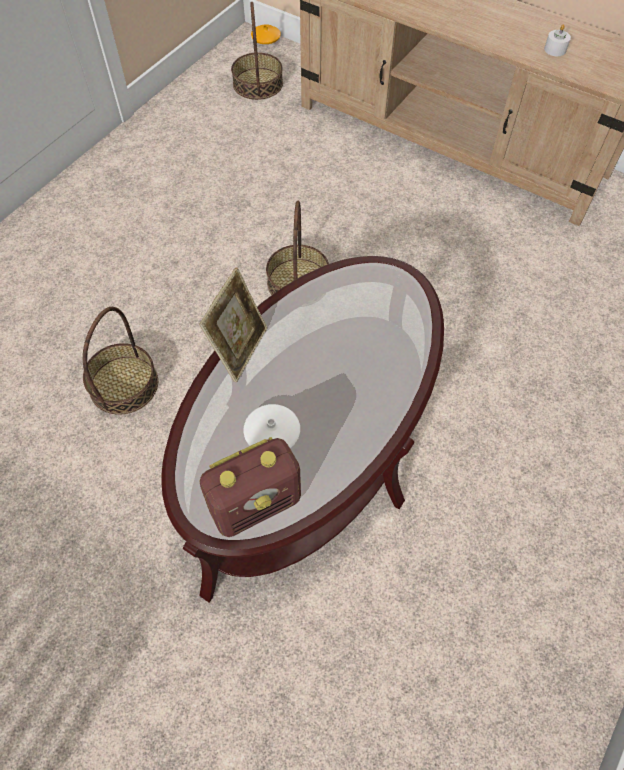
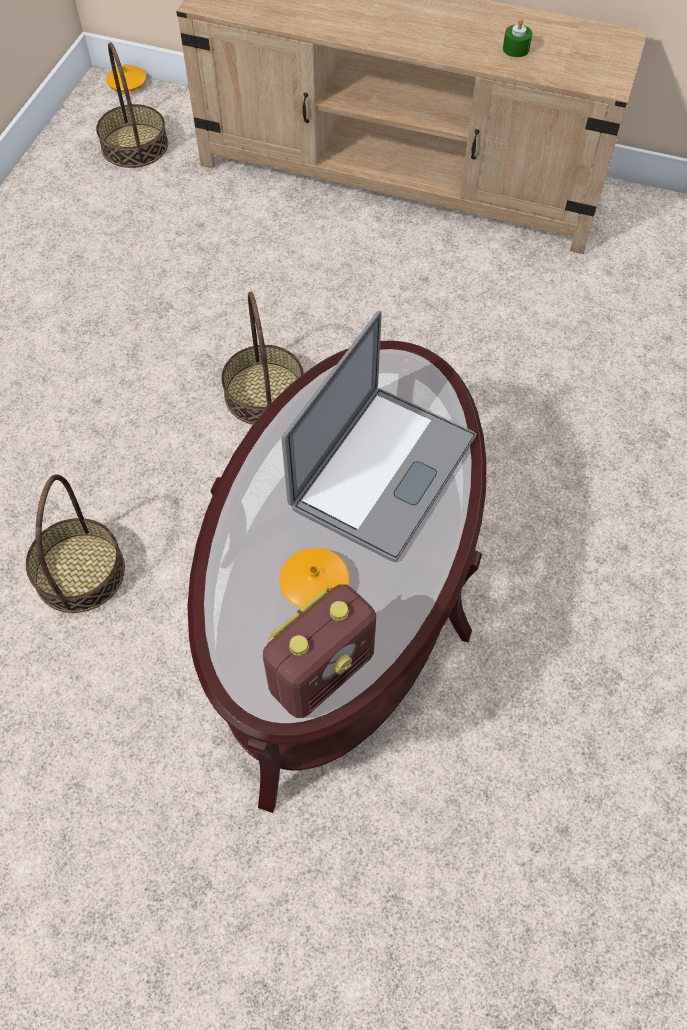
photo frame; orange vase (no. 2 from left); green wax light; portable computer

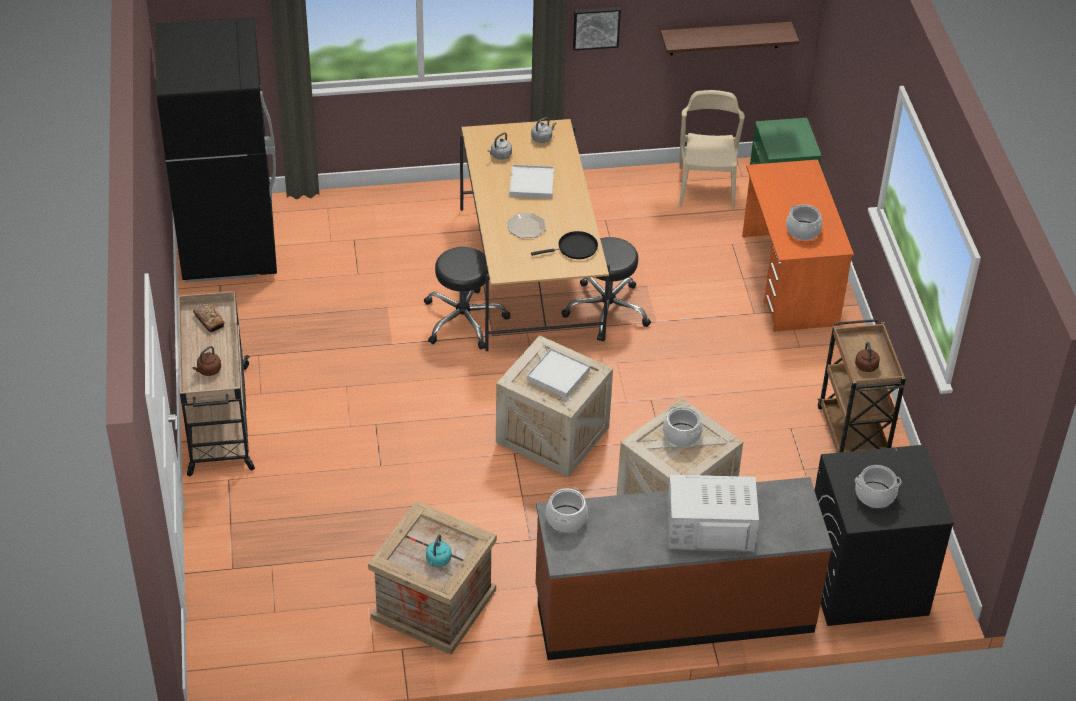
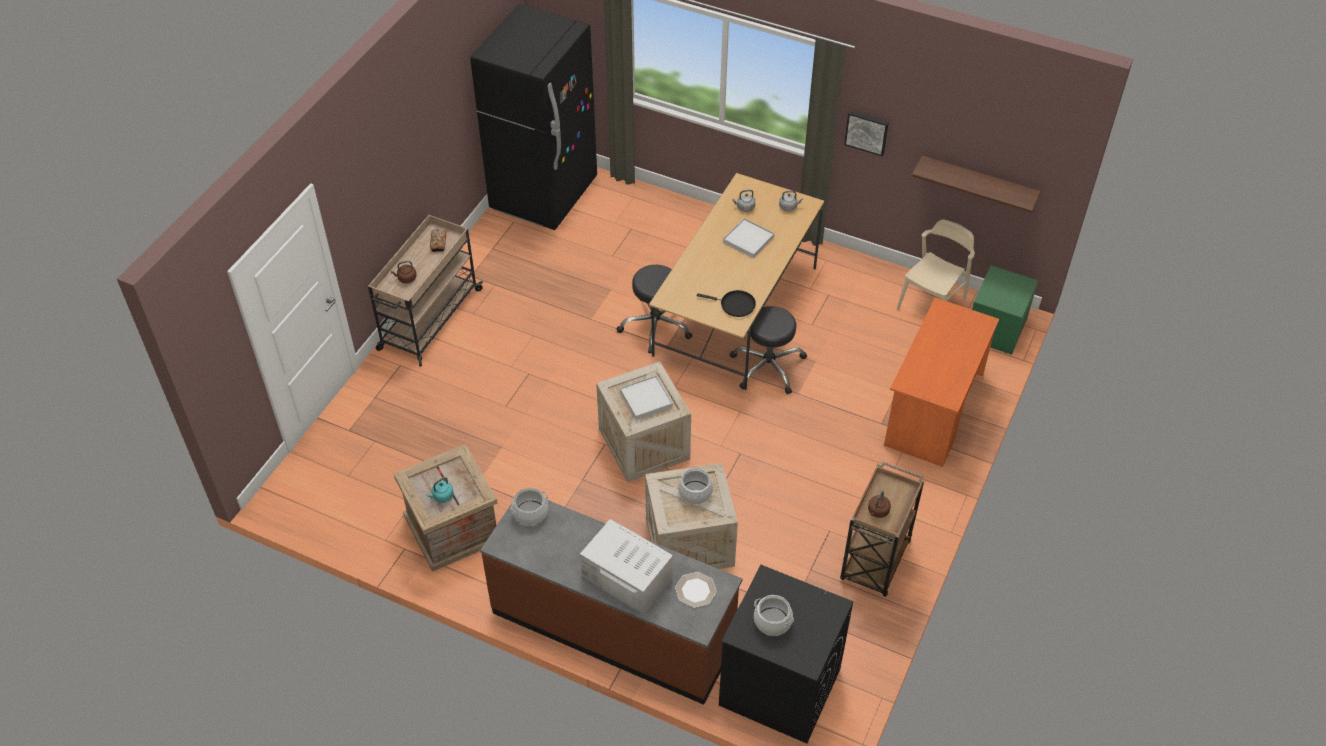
dinner plate; cooking pot (no. 3 from left in the first image)

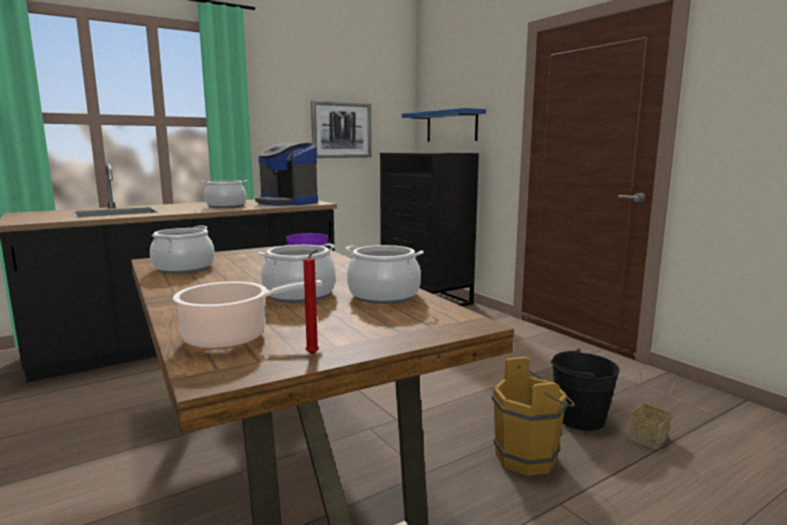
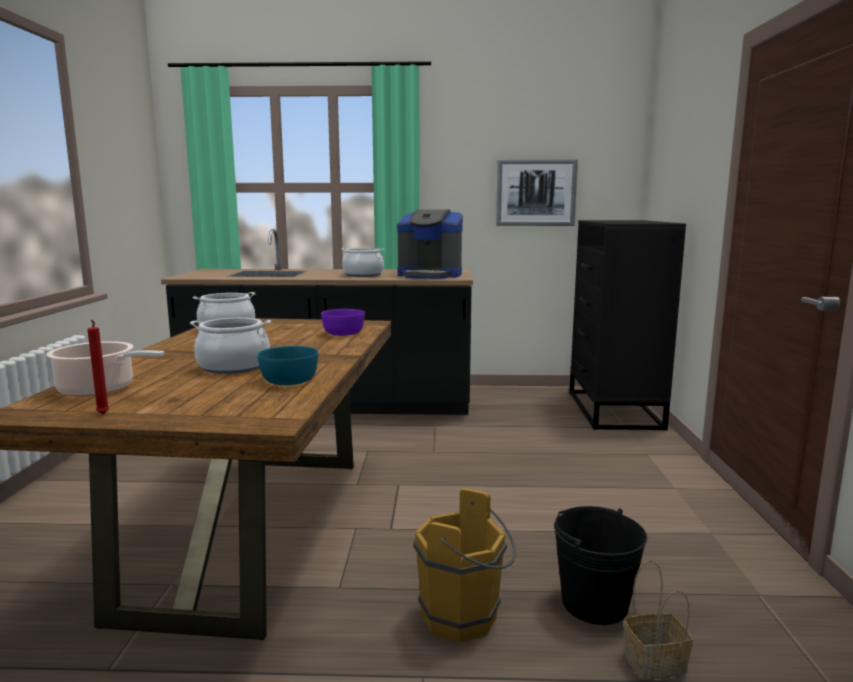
coffee maker; turquoise-coloured serving bowl; blue bracket shelf

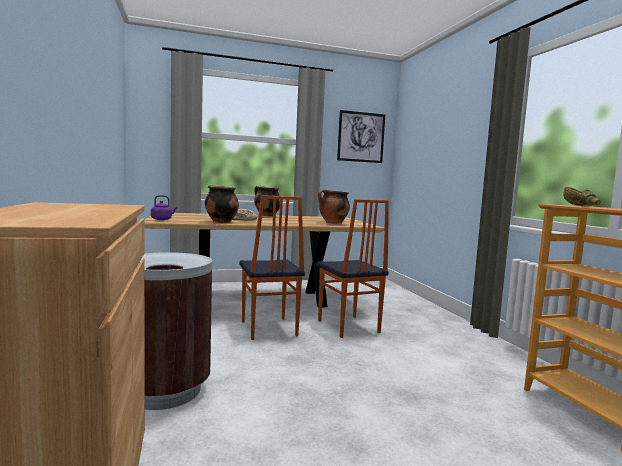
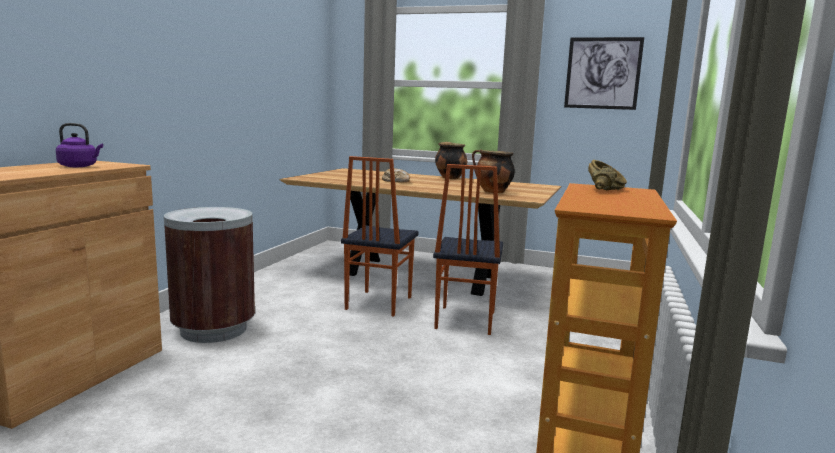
purple water kettle; cooking pot (no. 1 from left in the first image)

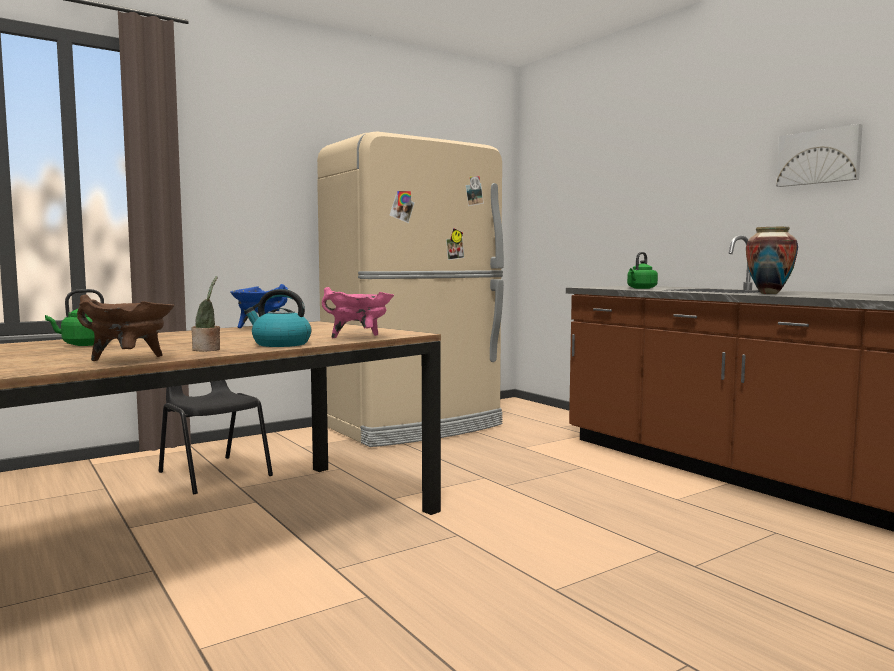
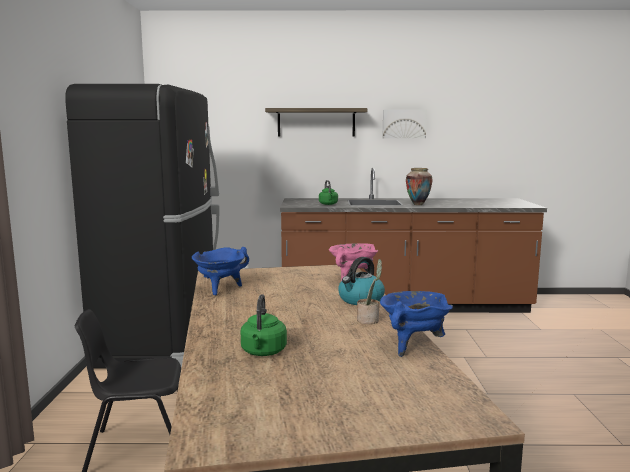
blue cooking pot (no. 2 from left); black kitchen fridge; bracket shelf

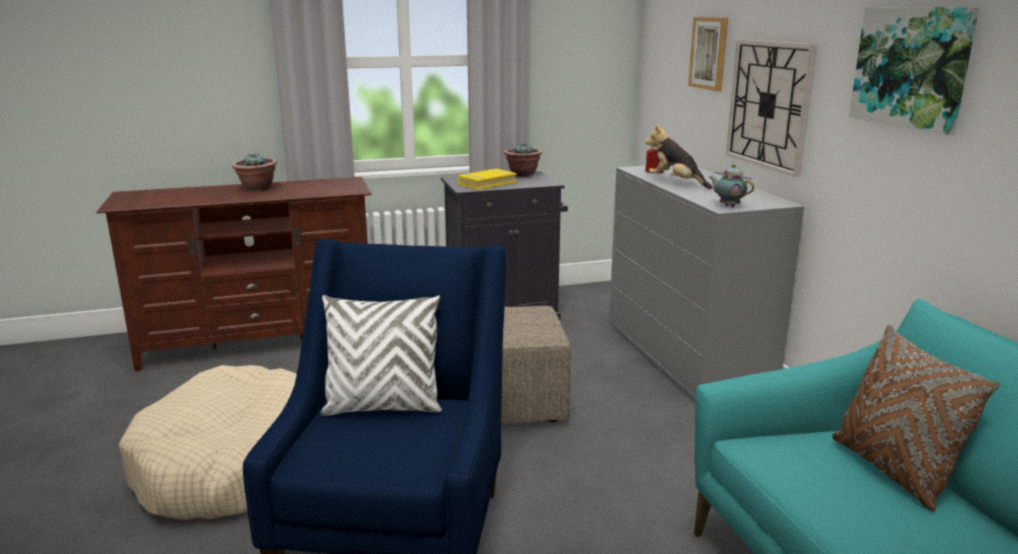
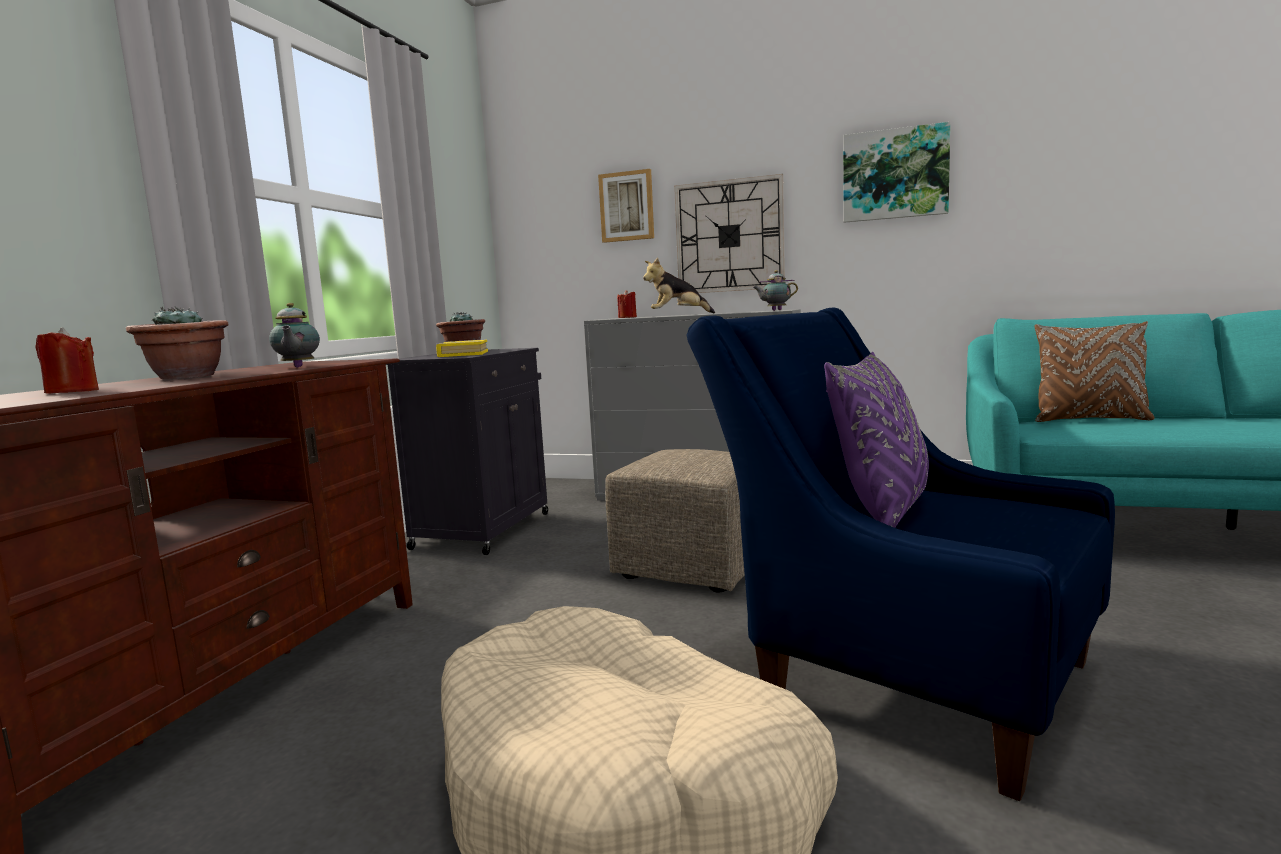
purple cushion; red wax light (no. 1 from left); teapot (no. 1 from left)

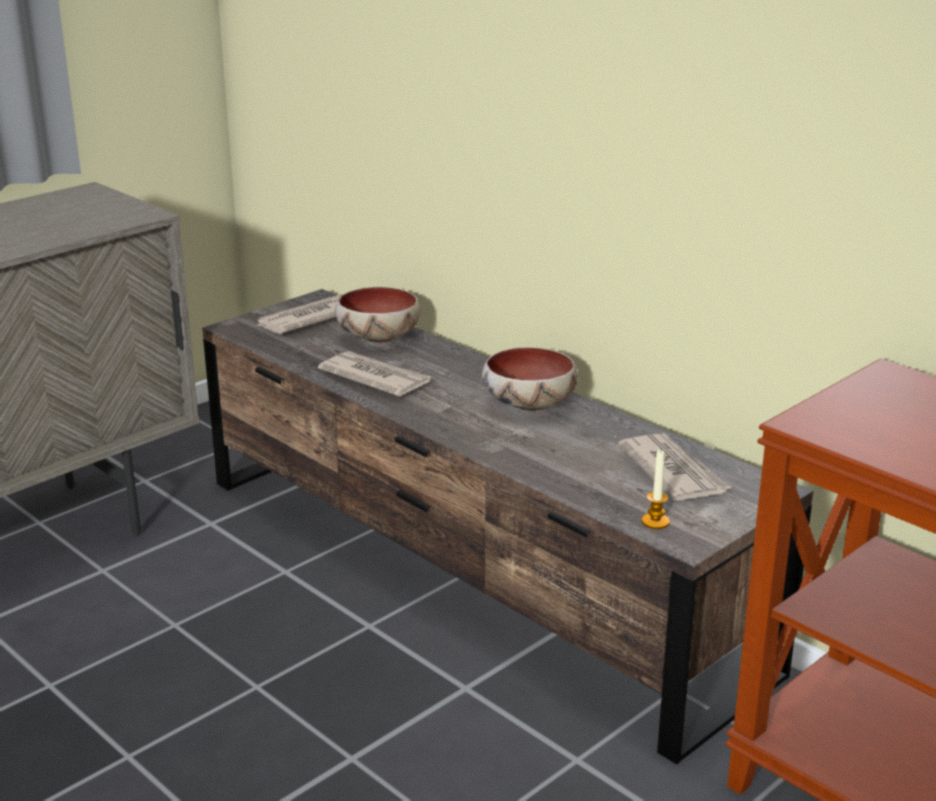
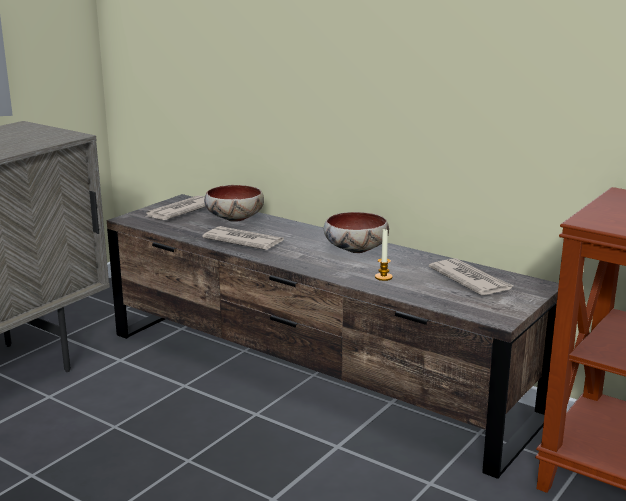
wax light

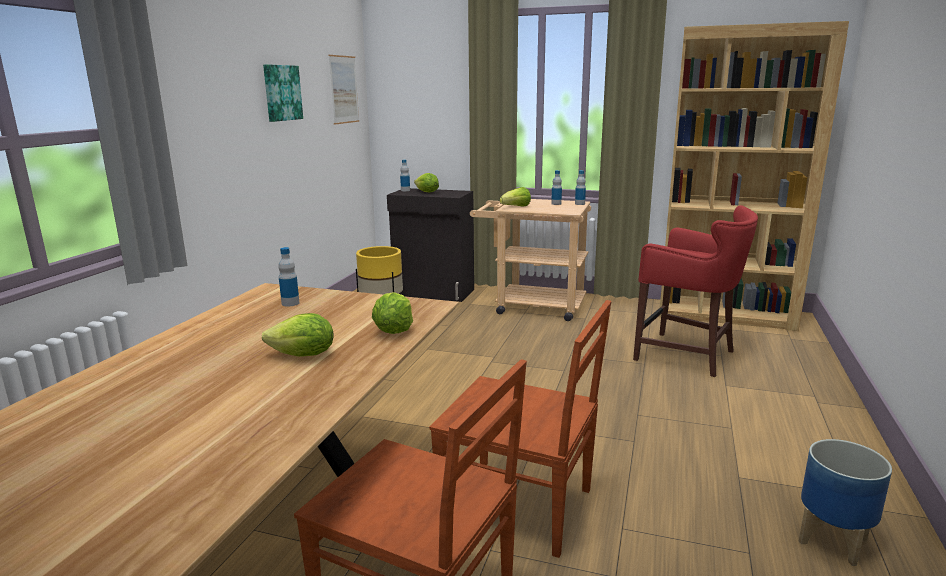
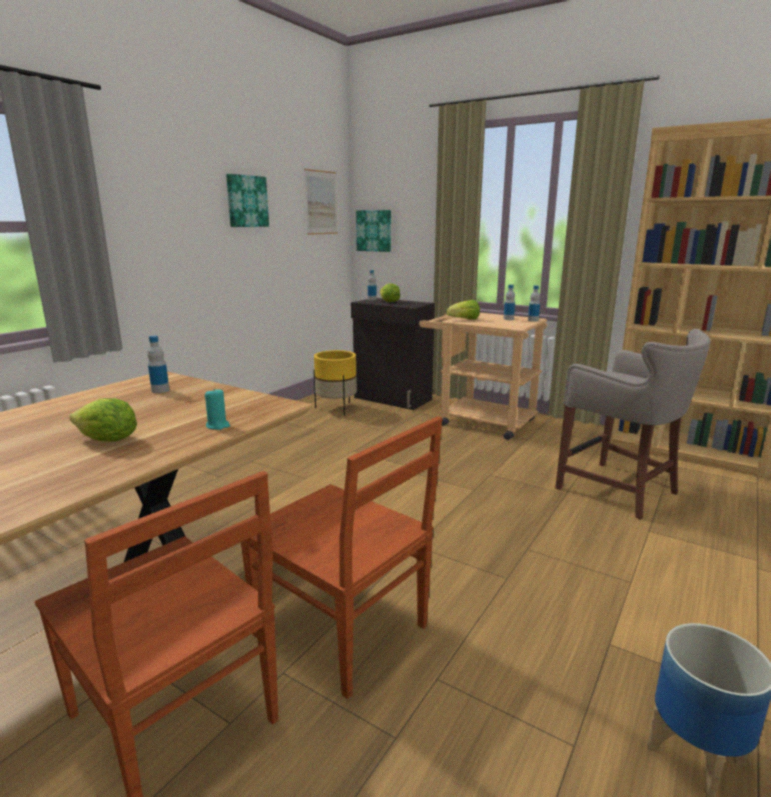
turquoise-coloured wax light; greyish stool; wall art (no. 3 from left)

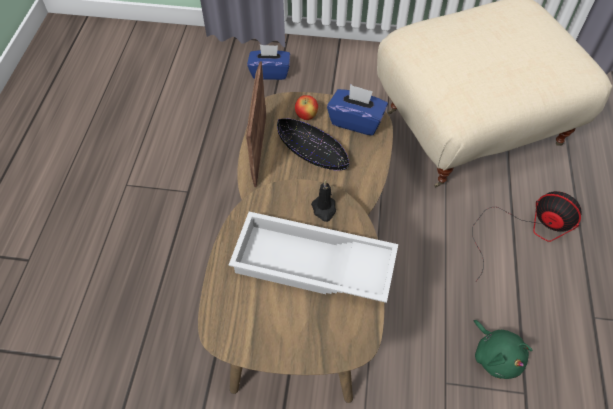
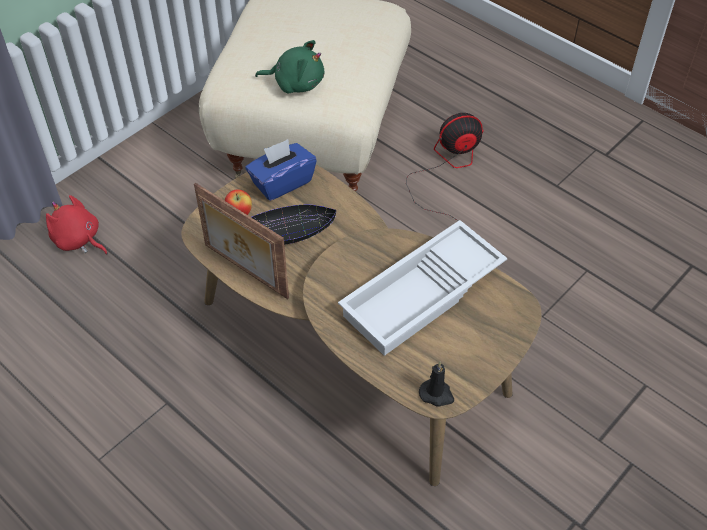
red cuddly toy; black wax light; green cuddly toy

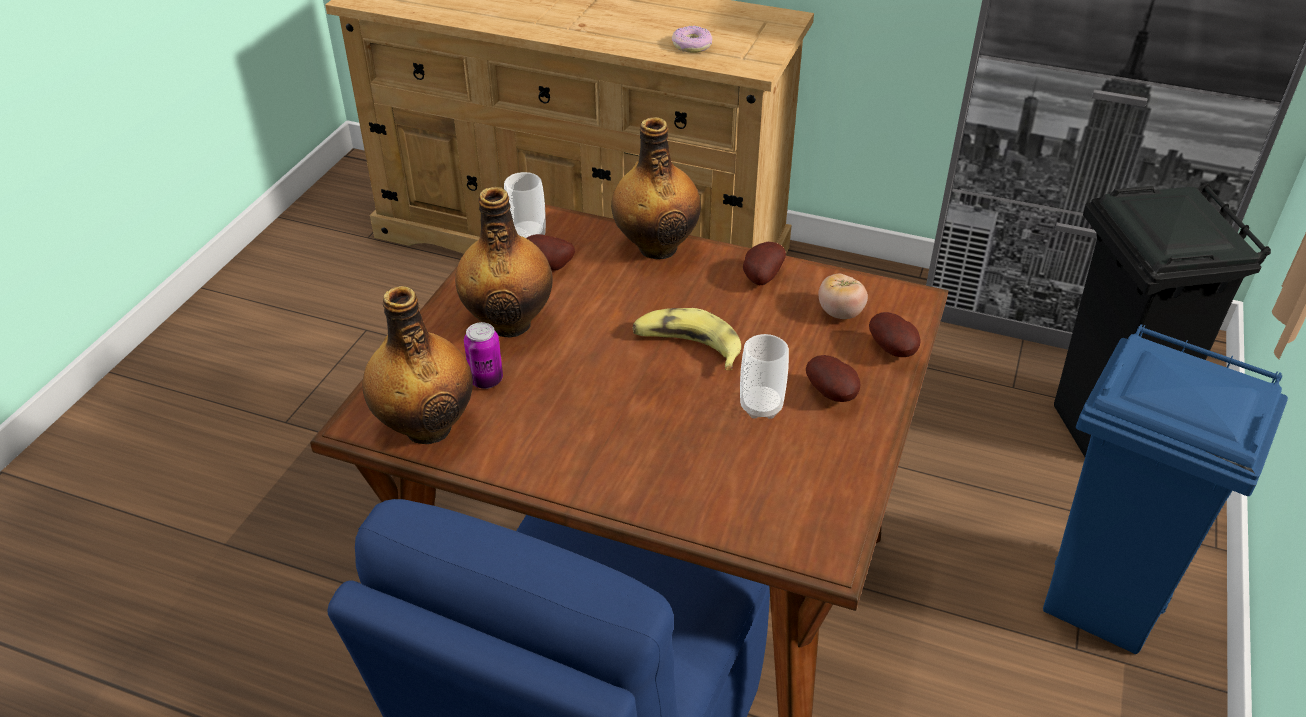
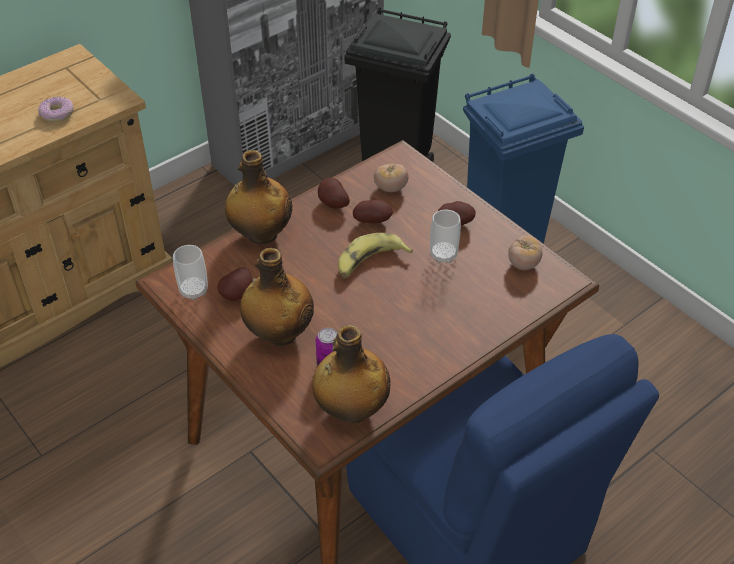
whole potato (no. 3 from left); fresh tomato (no. 2 from left)

